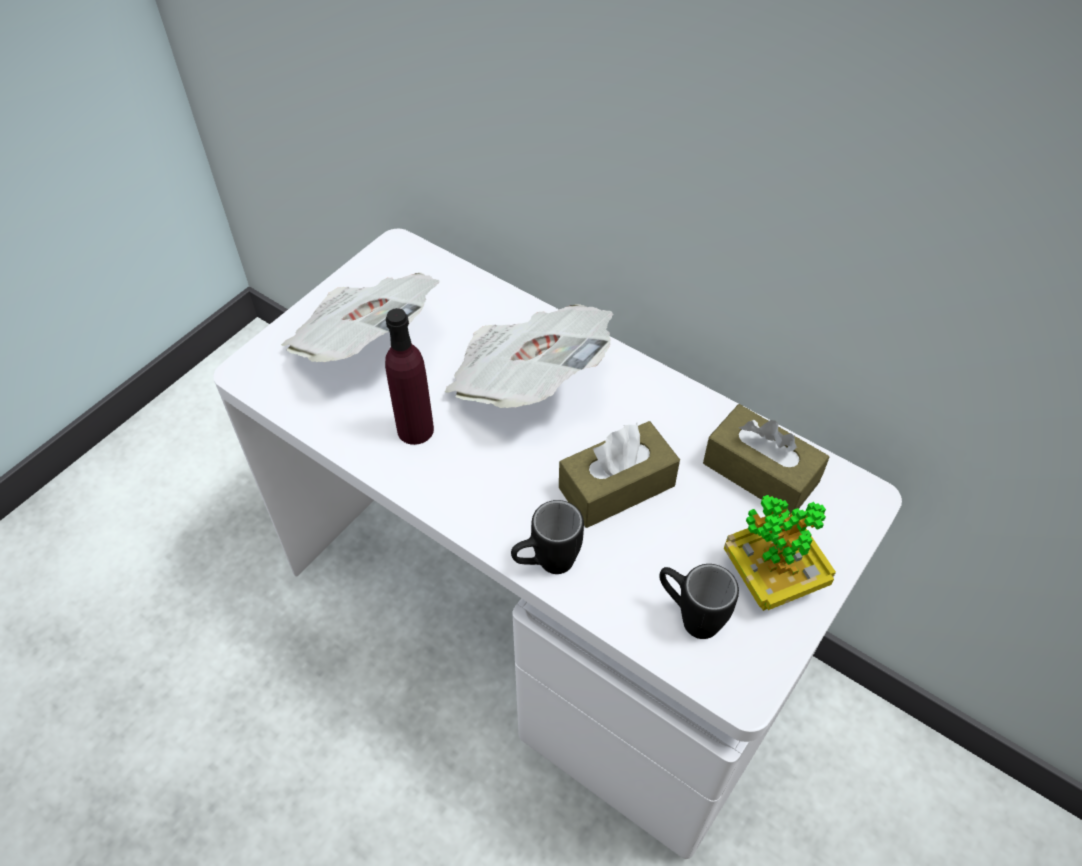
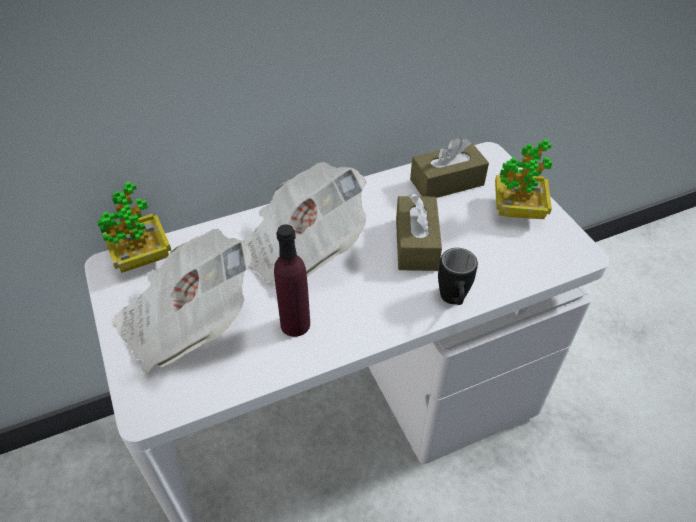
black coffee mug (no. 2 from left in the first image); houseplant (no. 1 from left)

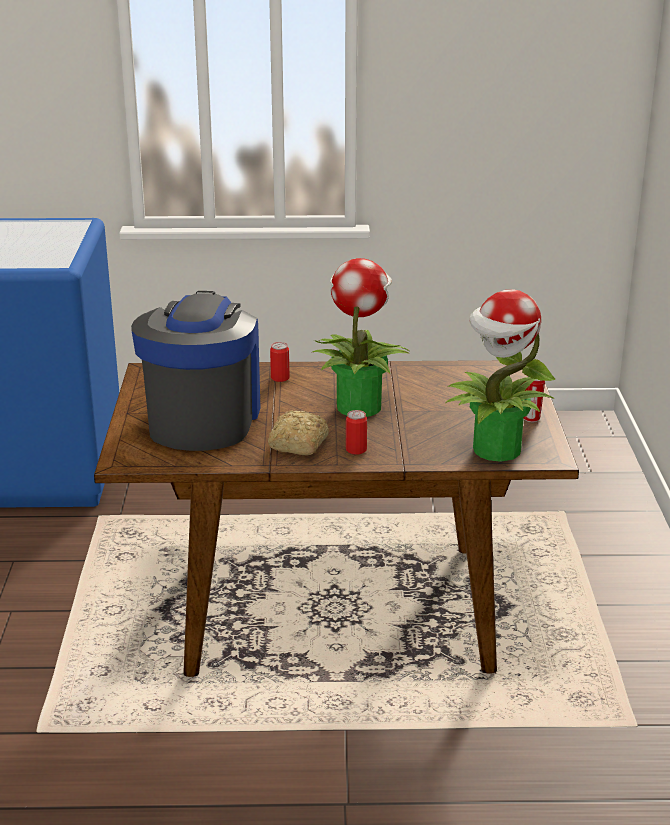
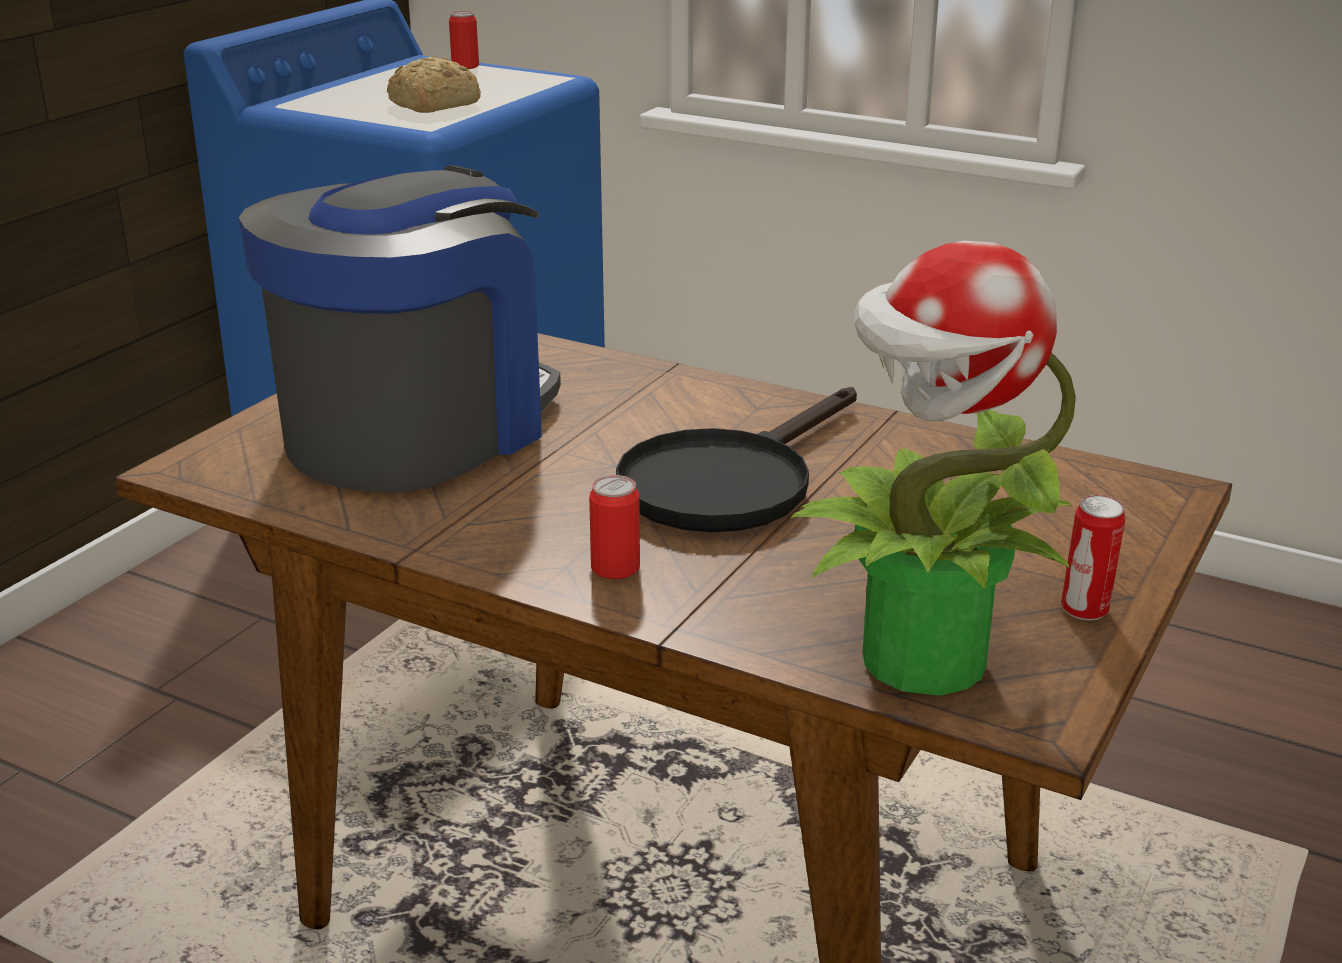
baked bread; metal can (no. 1 from left); black frying pan

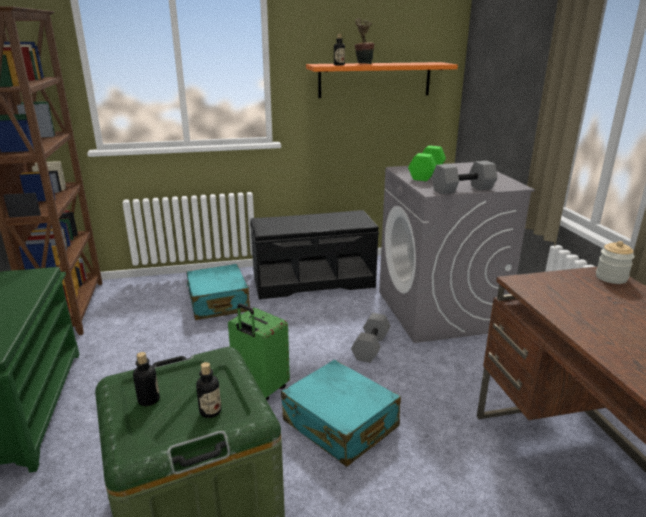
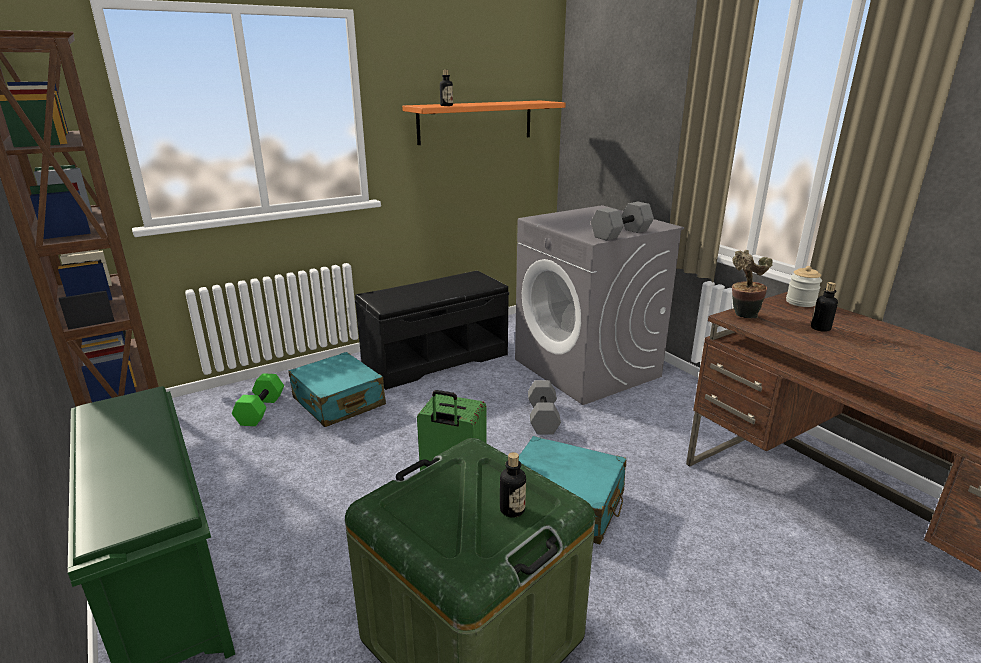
beverage bottle (no. 3 from left); houseplant; green hand weight

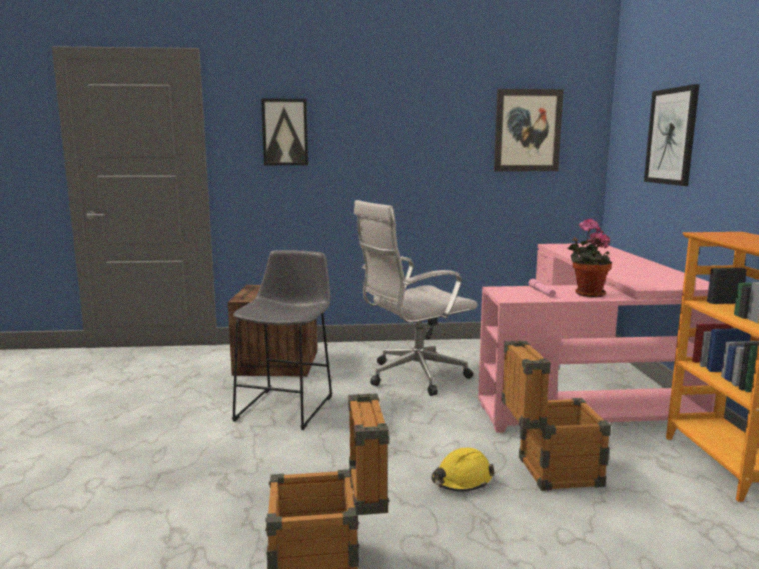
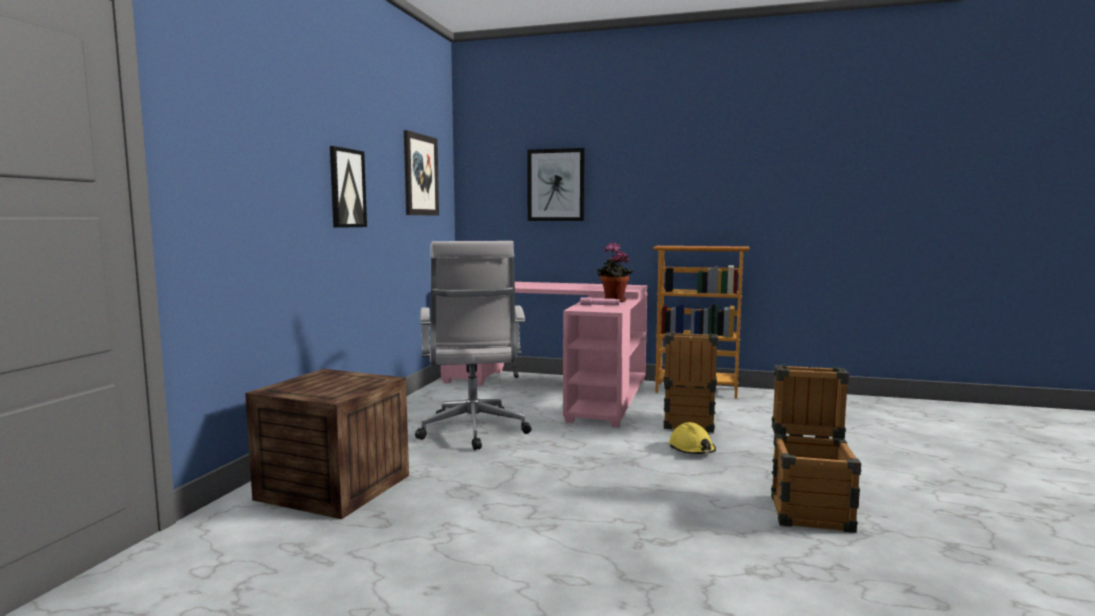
greyish stool; wall art (no. 1 from left)

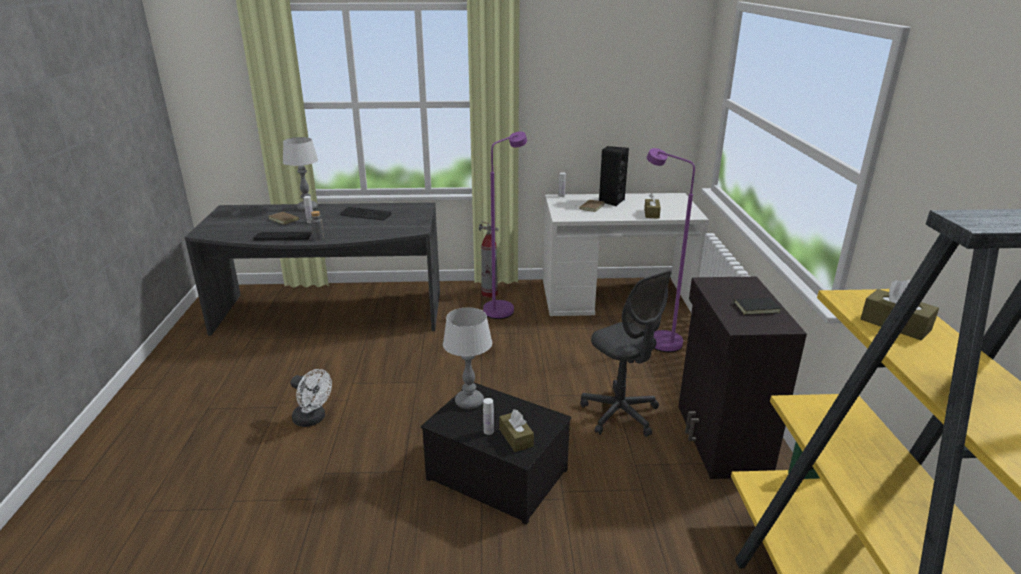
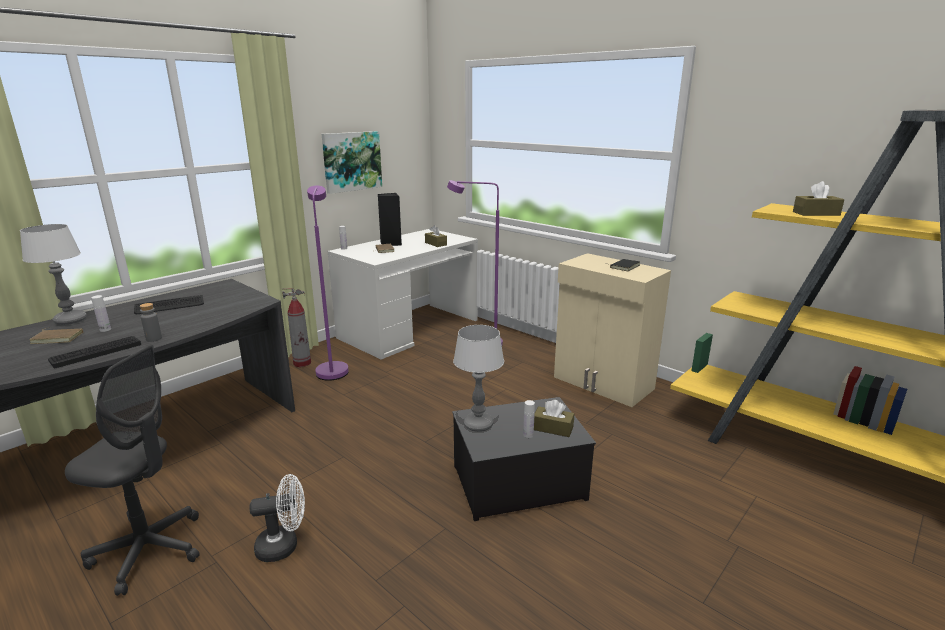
greyish desk chair; beige-coloured storage cabinet; wall art

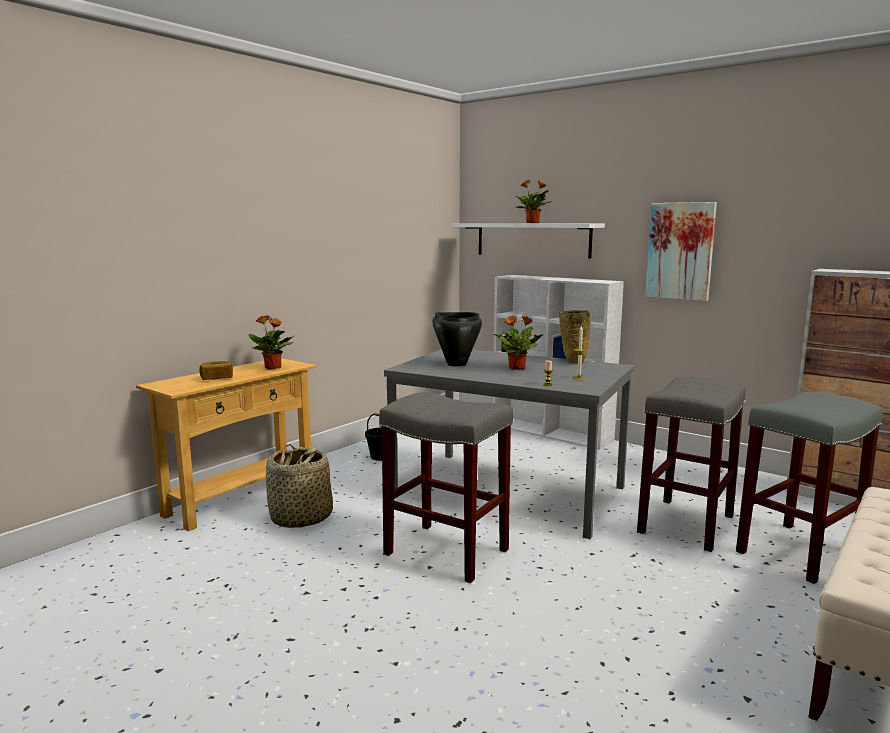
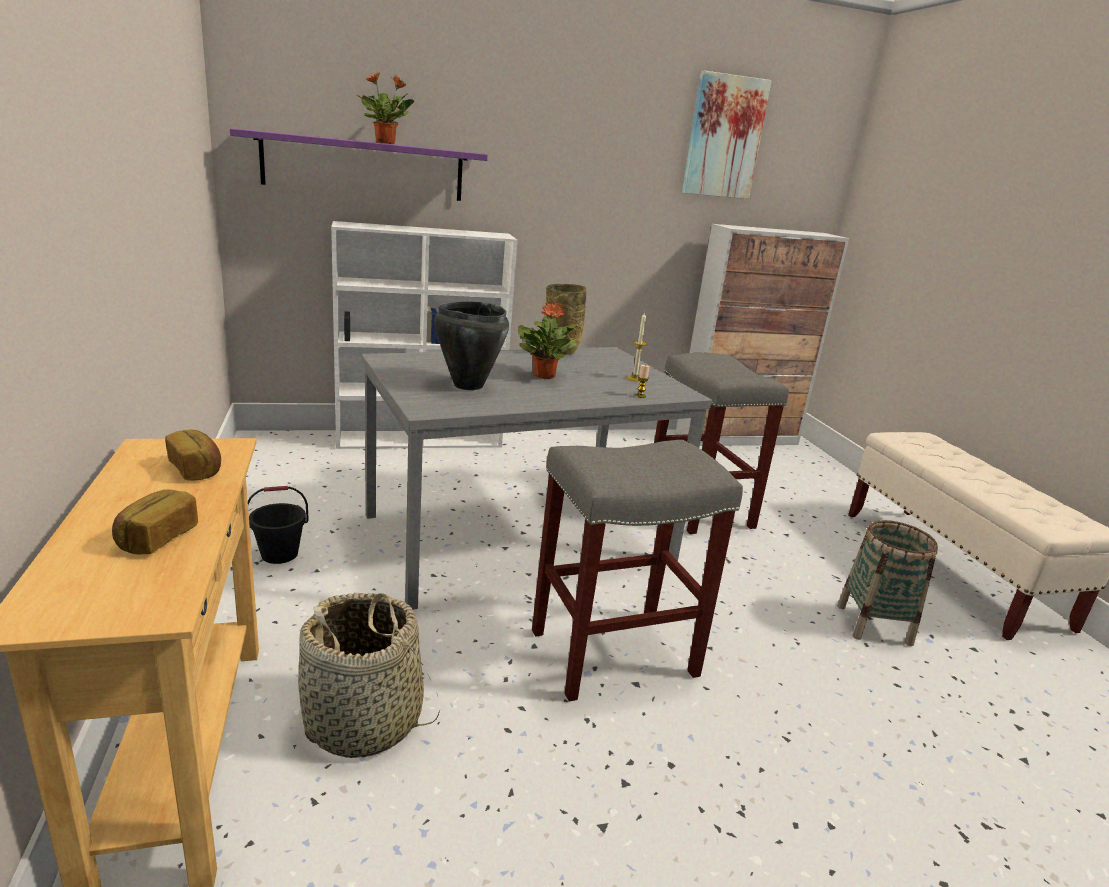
baked bread (no. 2 from left); purple bracket shelf; wall art; greyish stool (no. 3 from left in the first image); basket (no. 2 from left)

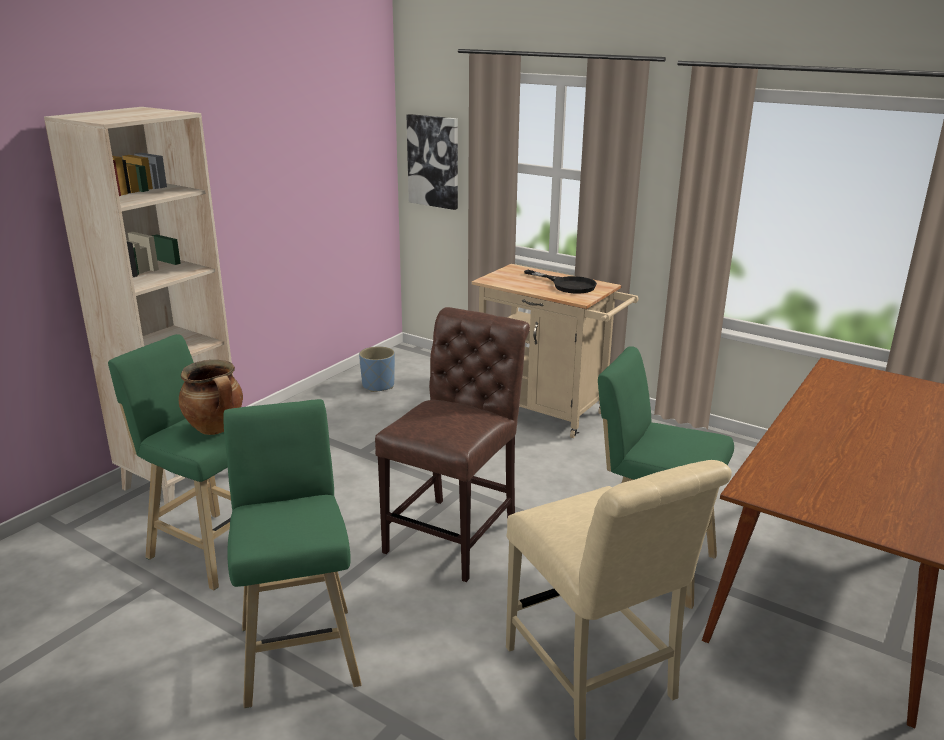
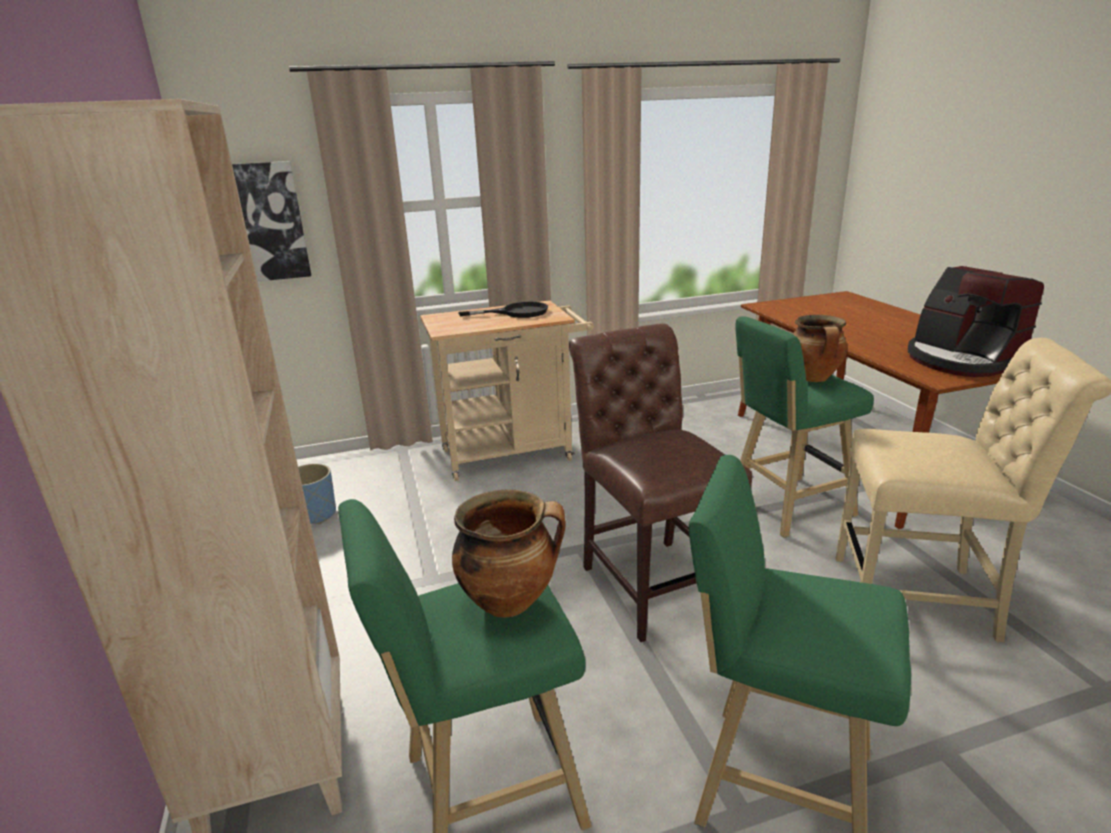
cooking pot (no. 2 from left); coffee maker

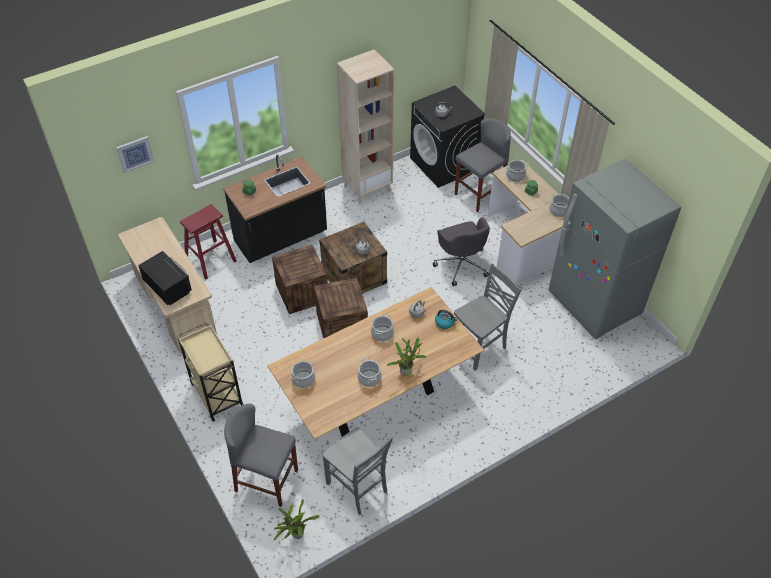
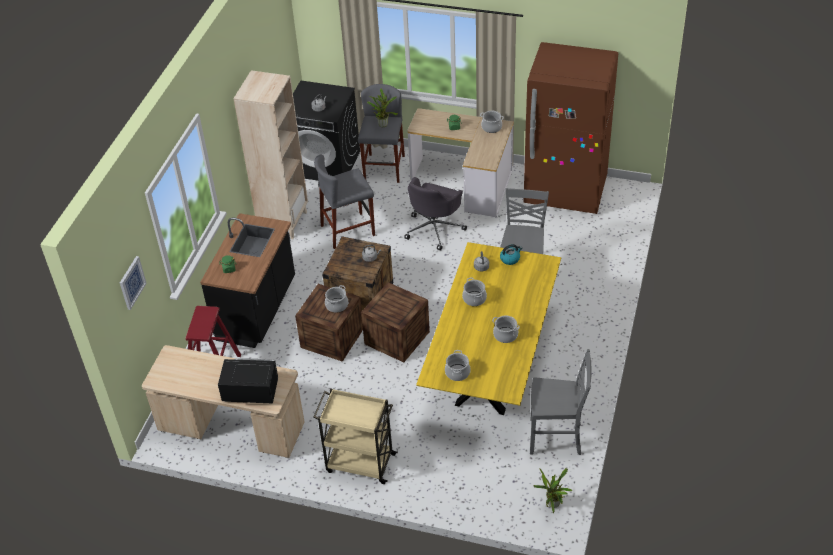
greyish stool (no. 1 from left); yellowish dining table; houseplant (no. 1 from left); greyish desk chair; cooking pot (no. 1 from left); brown-coloured kitchen fridge

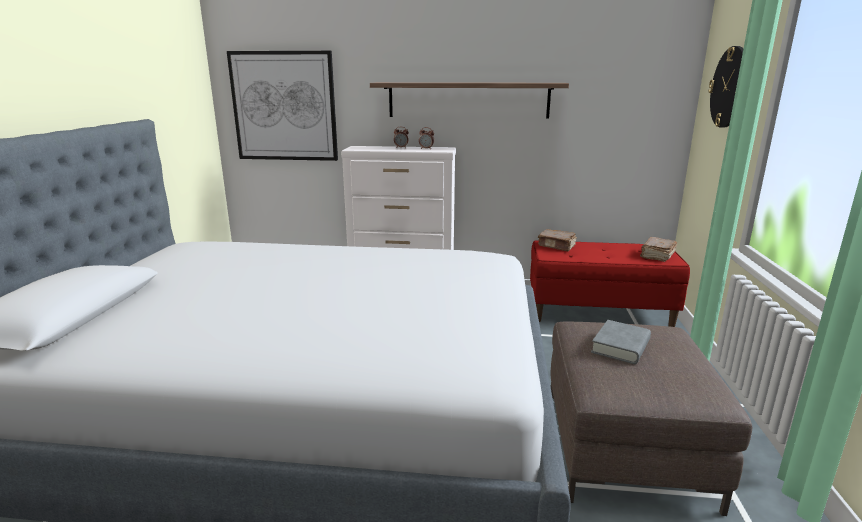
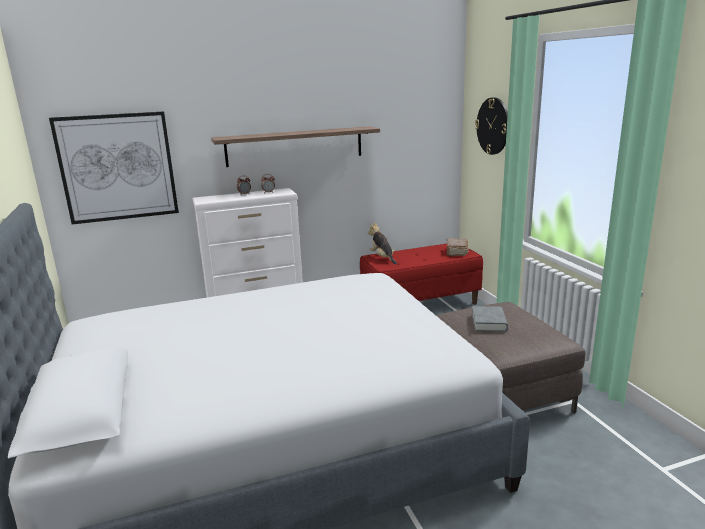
cuddly toy

